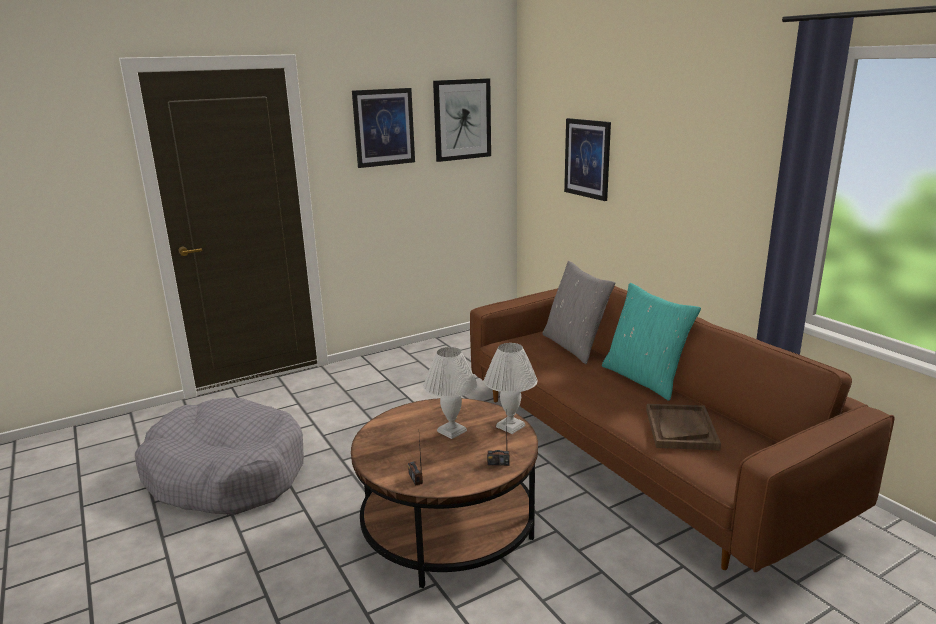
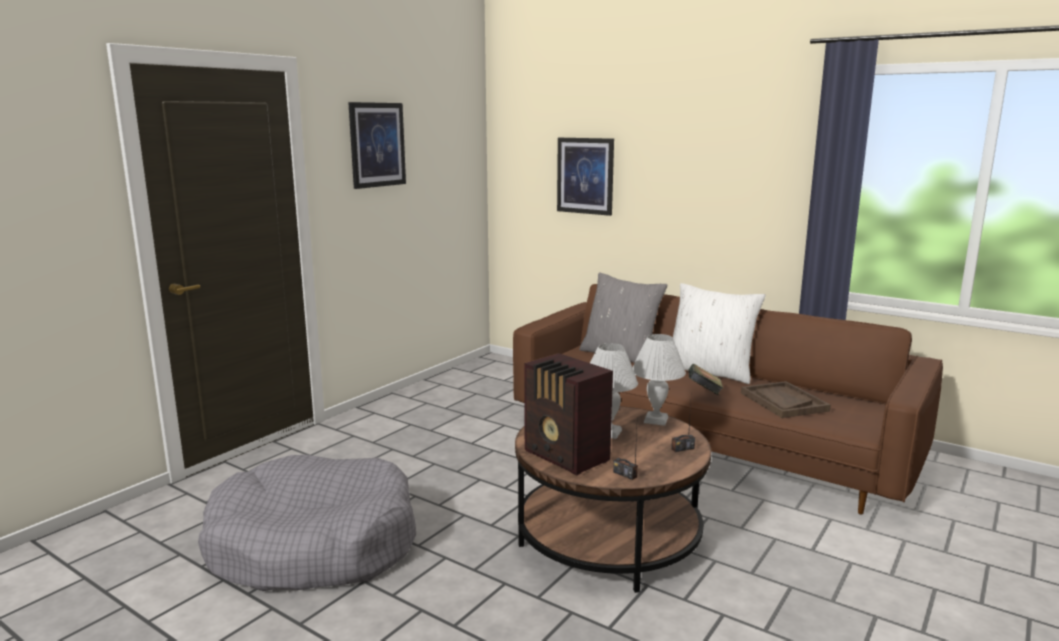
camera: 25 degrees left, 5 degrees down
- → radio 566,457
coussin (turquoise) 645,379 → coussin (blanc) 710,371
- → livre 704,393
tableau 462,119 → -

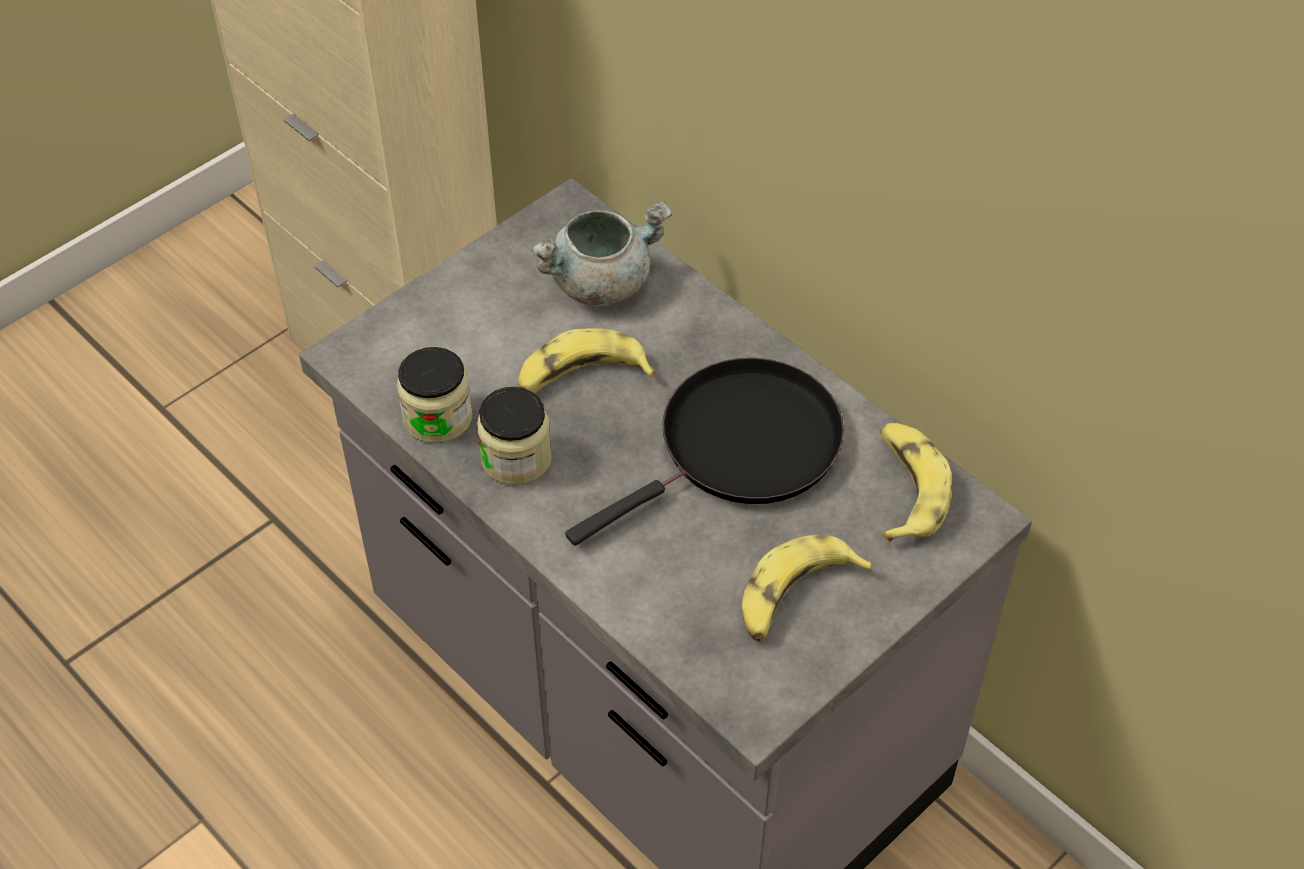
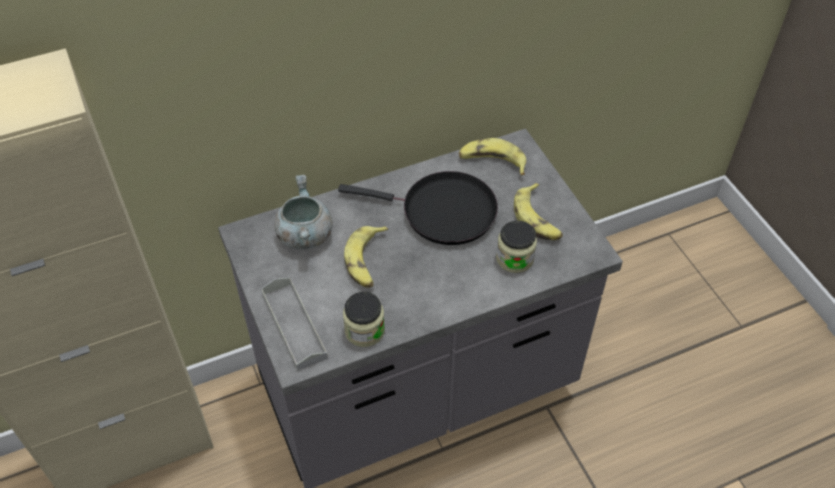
camera: 70 degrees left, 0 degrees up
- → plateau (gris) 294,325
poêle (noir) 740,448 → poêle (noir) 442,212, 120 degrees clockwise
bocal 516,458 → bocal 514,258, shifted

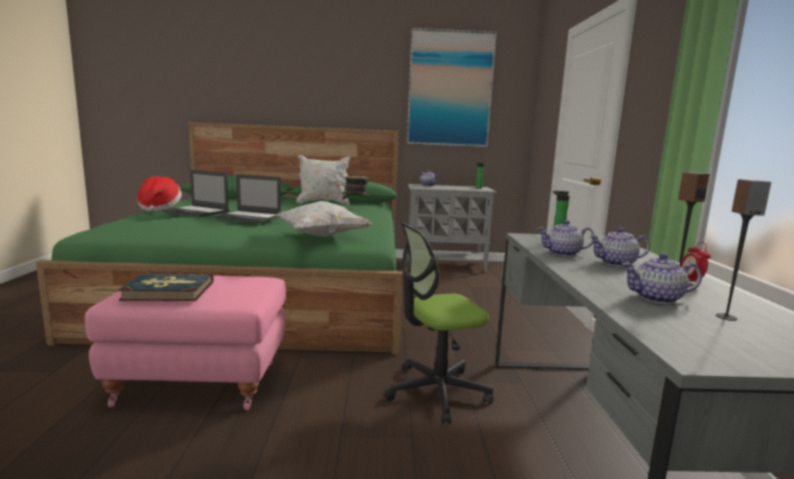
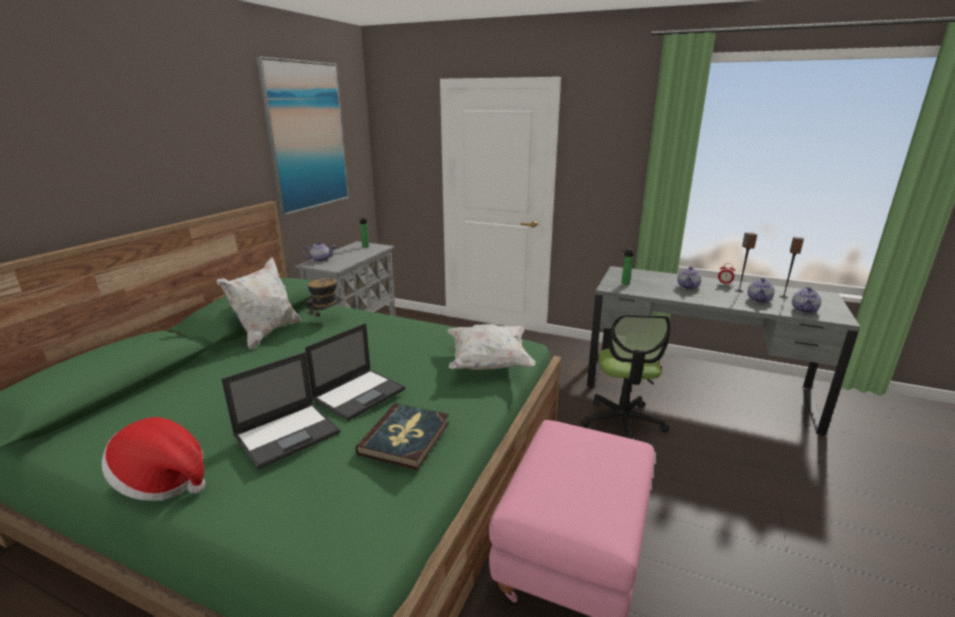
camera: 65 degrees left, 10 degrees up
livre 169,291 → livre 405,438, shifted
théière 563,253 → théière 804,310, shifted

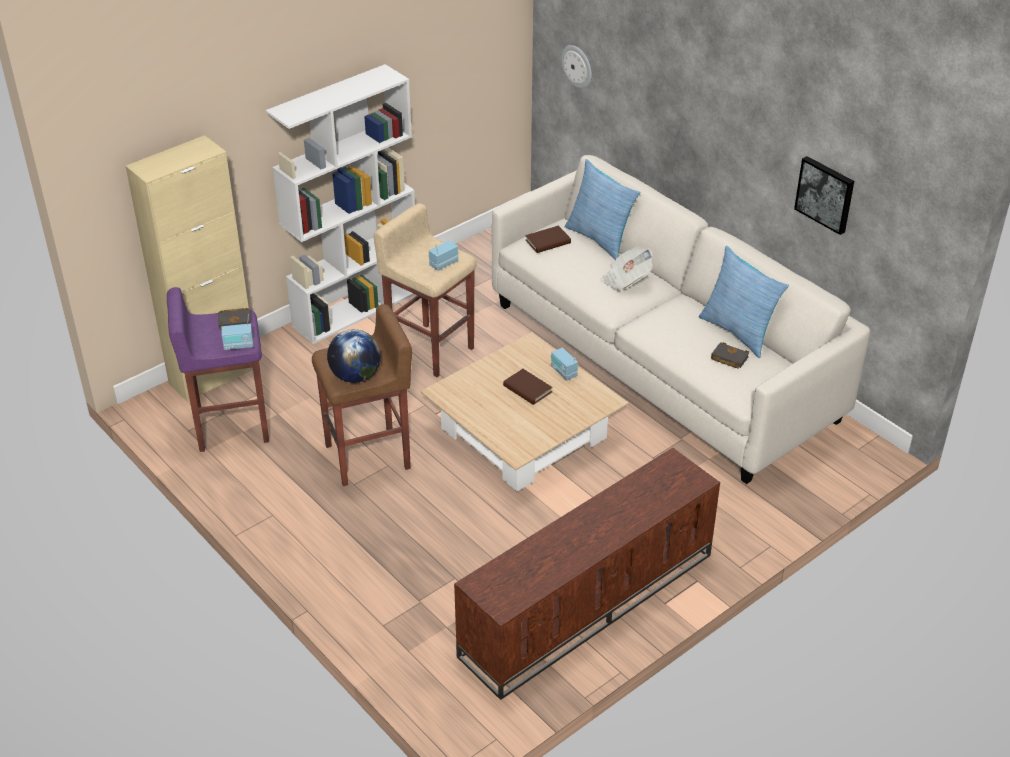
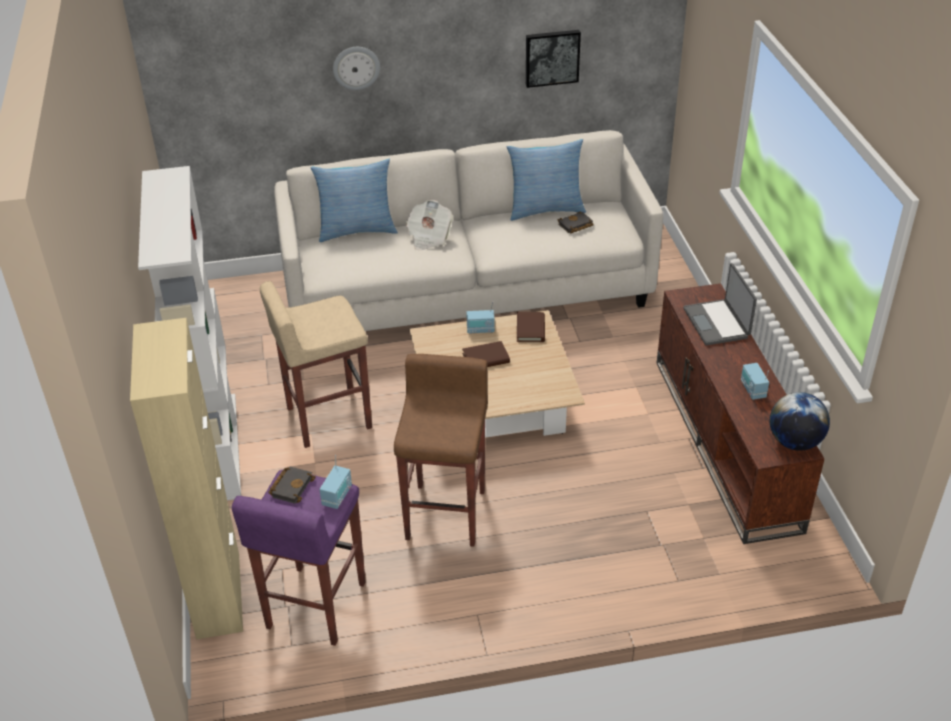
camera: 60 degrees left, 0 degrees up
horloge murale 577,66 → horloge murale 356,67, shifted
livre (marron) 548,242 → livre (marron) 530,329, shifted
- → ordinateur portable 717,323
radio 443,263 → radio 752,390, shifted
globe 355,376 → globe 794,442, shifted

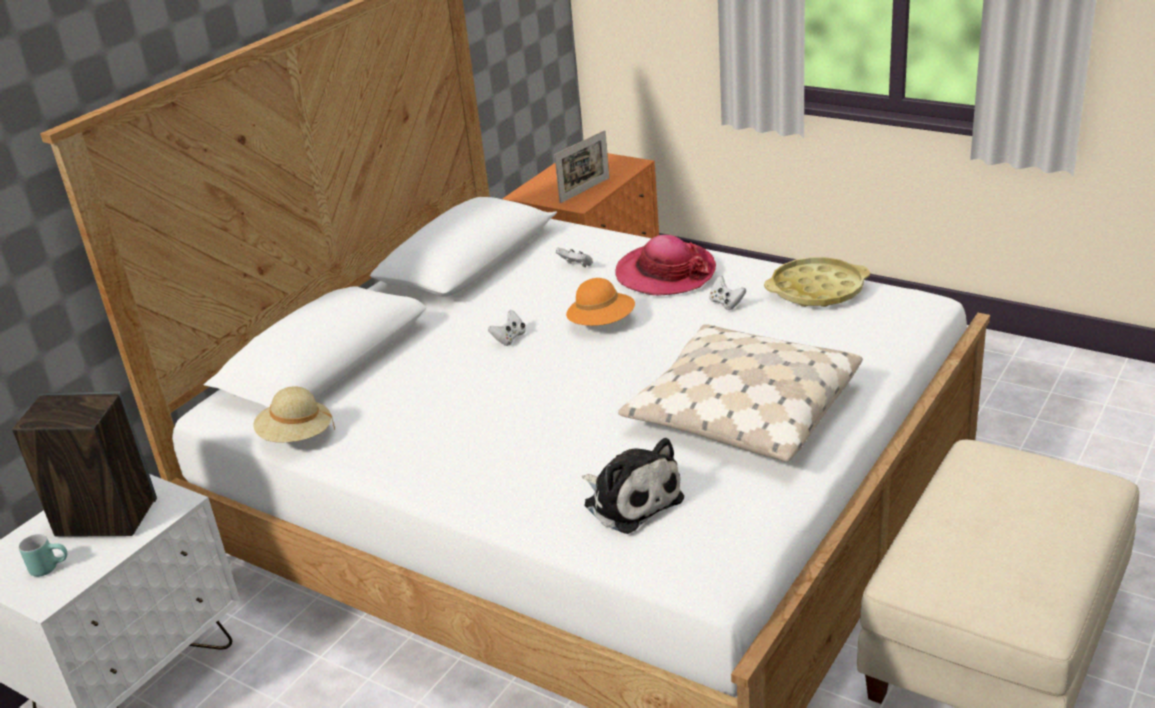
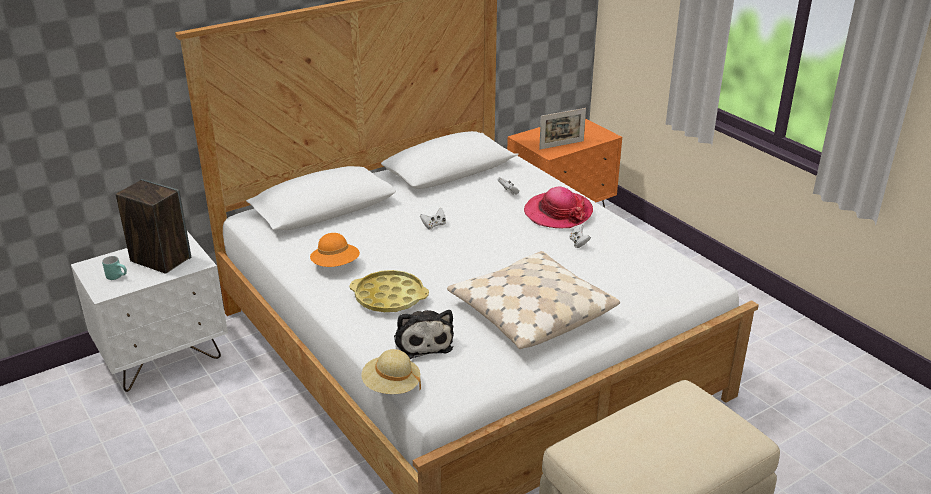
camera: 20 degrees right, 0 degrees up
chapeau (orange) 602,324 → chapeau (orange) 336,265, shifted
plateau (jaune) 817,290 → plateau (jaune) 389,297, shifted
chapeau (beige) 296,437 → chapeau (beige) 391,386, shifted

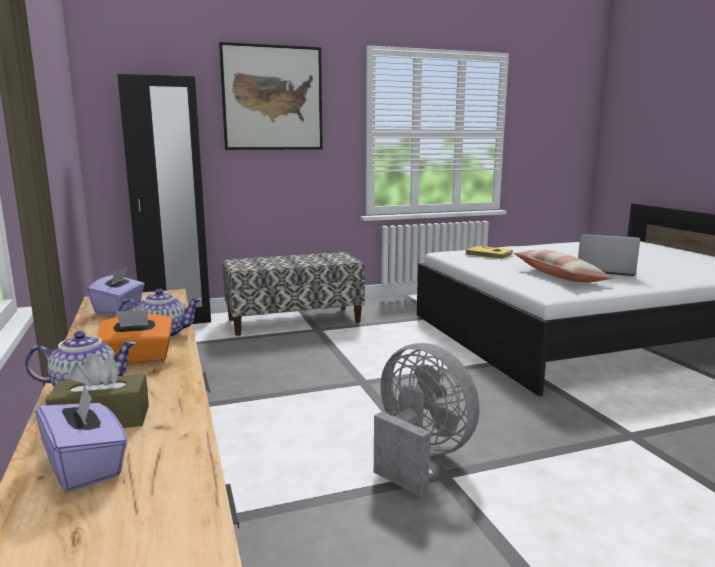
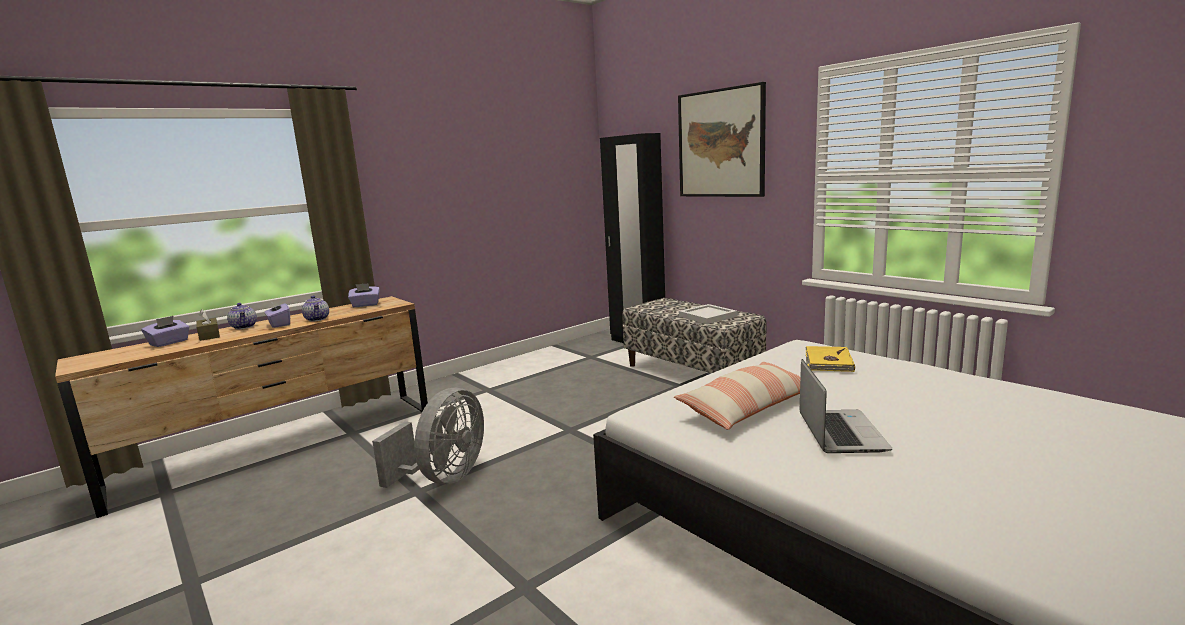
camera: 70 degrees right, 0 degrees up
boîte à mouchoirs (orange) 137,359 → boîte à mouchoirs (violet) 279,324
- → plateau (blanc) 706,316

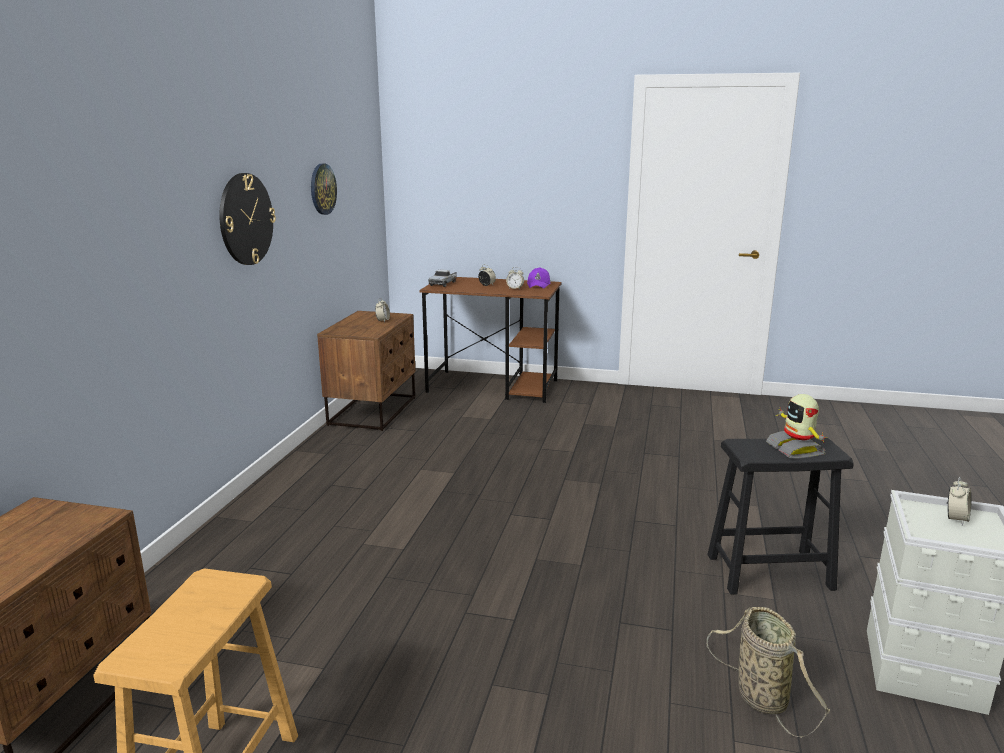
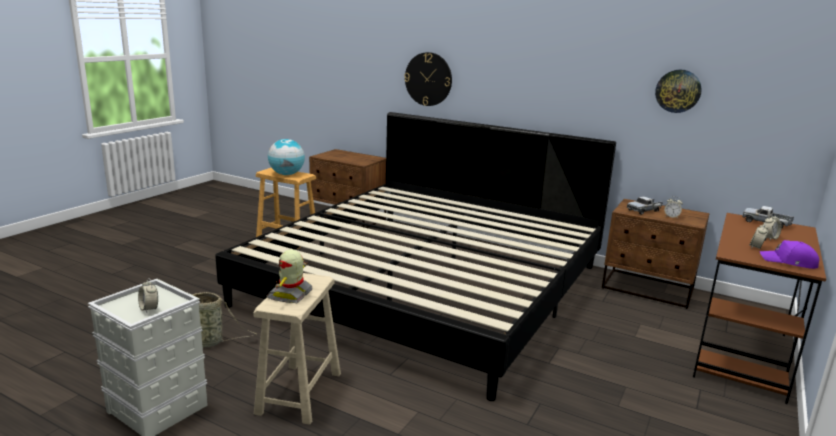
camera: 105 degrees right, 0 degrees up
- → lit 427,284
tabouret (noir) 769,572 → tabouret (beige) 300,393
robot jouet 796,449 → robot jouet 291,295, 75 degrees counterclockwise
- → globe 286,174
horloge murale 246,219 → horloge murale 428,79, shifted
- → camion jouet 644,210

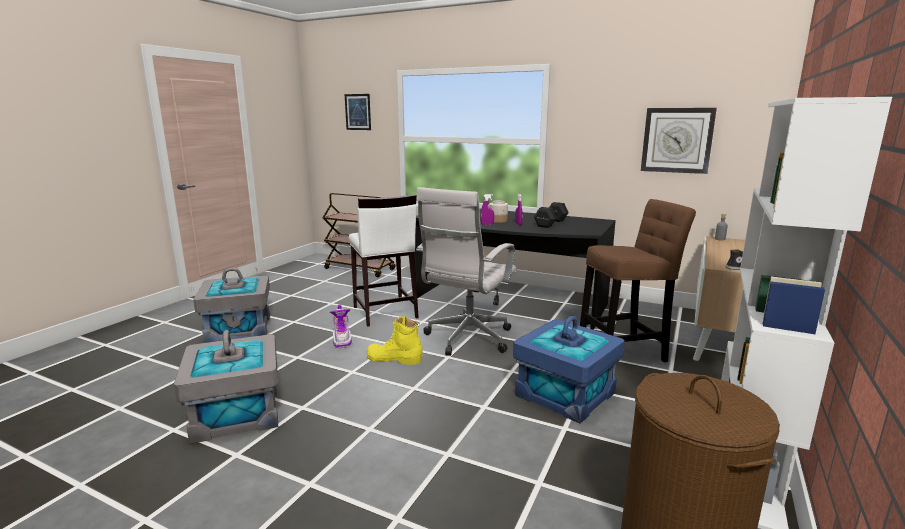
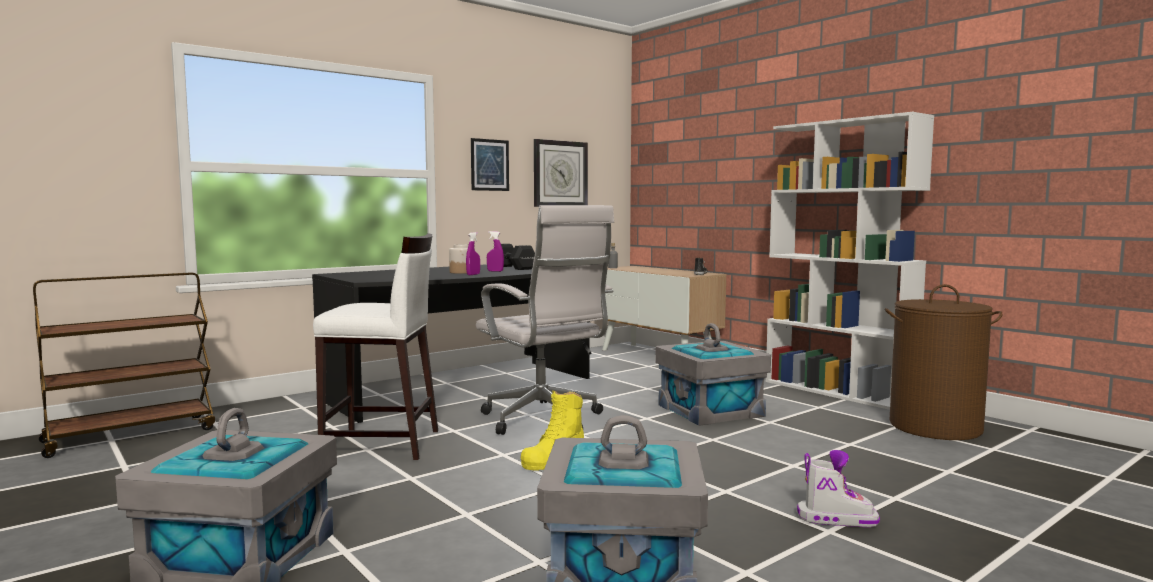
camera: 65 degrees left, 10 degrees down
tableau 358,112 → tableau 489,165, shifted
boîte de rangement (bleu) 565,394 → boîte de rangement (gris) 711,410
botte 342,340 → botte 836,519, shifted
tabouret (marron) 625,353 → -

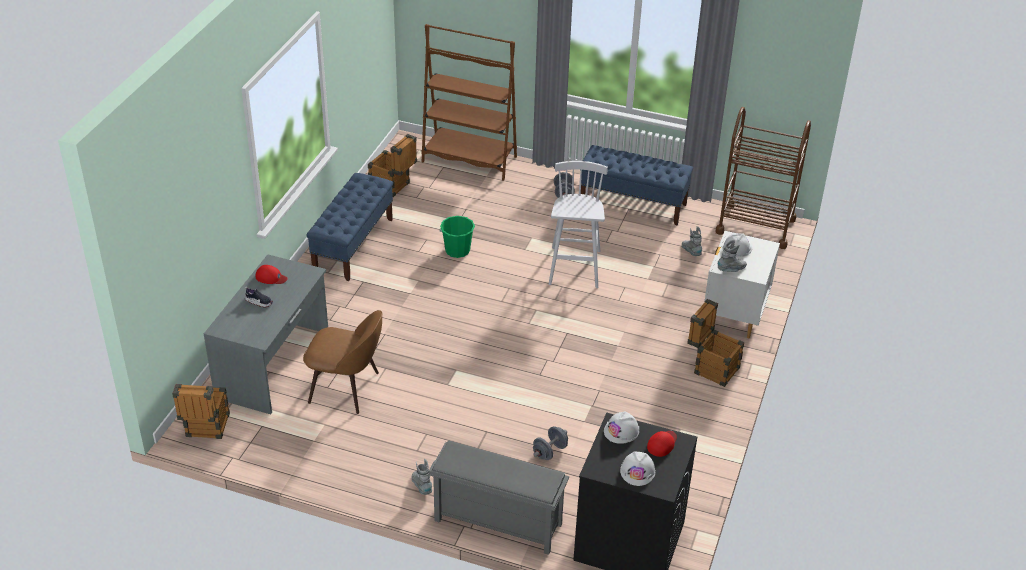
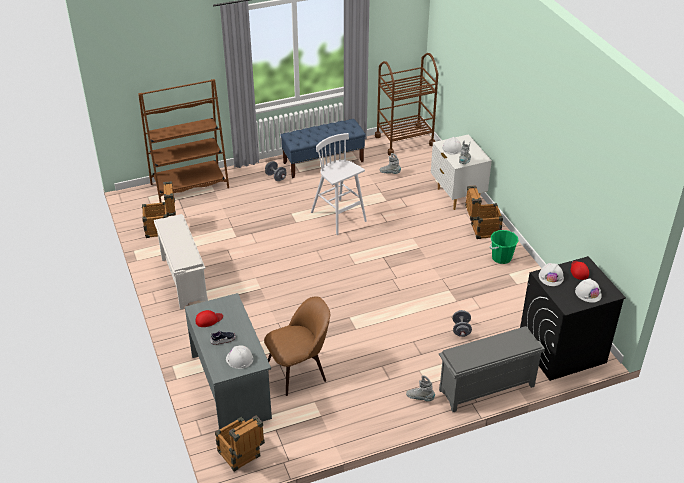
camera: 40 degrees left, 0 degrees up
banc (bleu) 353,244 → étagère à chaussures (blanc) 183,279
- → casque de chantier (blanc) 239,359
seau (vert) 457,250 → seau (vert) 501,258, shifted

